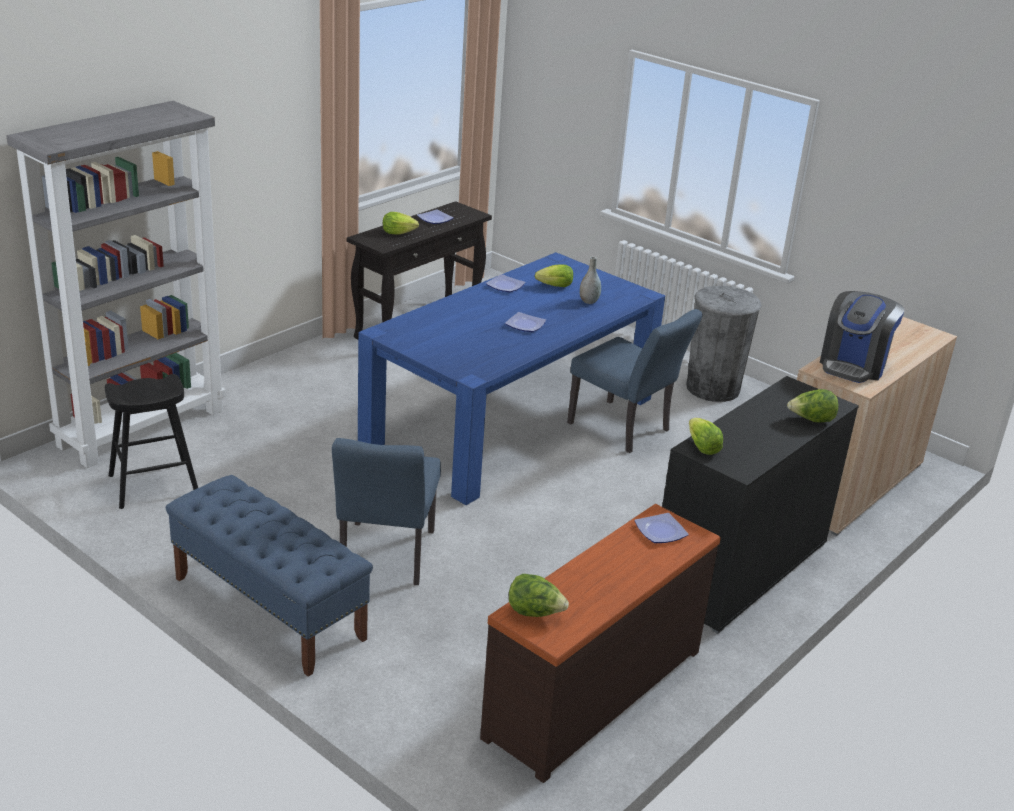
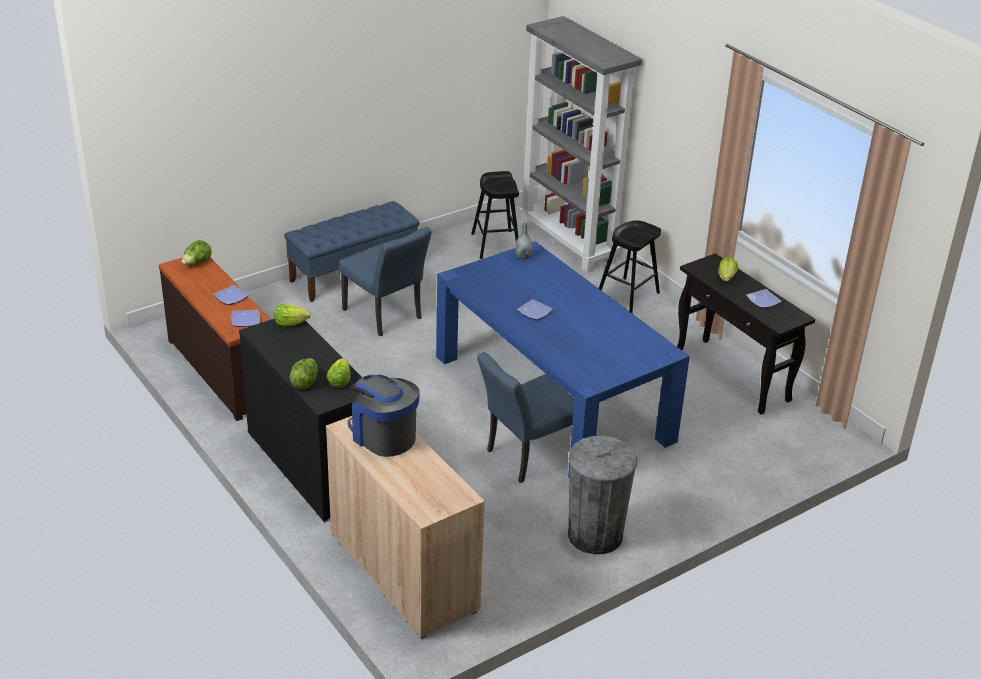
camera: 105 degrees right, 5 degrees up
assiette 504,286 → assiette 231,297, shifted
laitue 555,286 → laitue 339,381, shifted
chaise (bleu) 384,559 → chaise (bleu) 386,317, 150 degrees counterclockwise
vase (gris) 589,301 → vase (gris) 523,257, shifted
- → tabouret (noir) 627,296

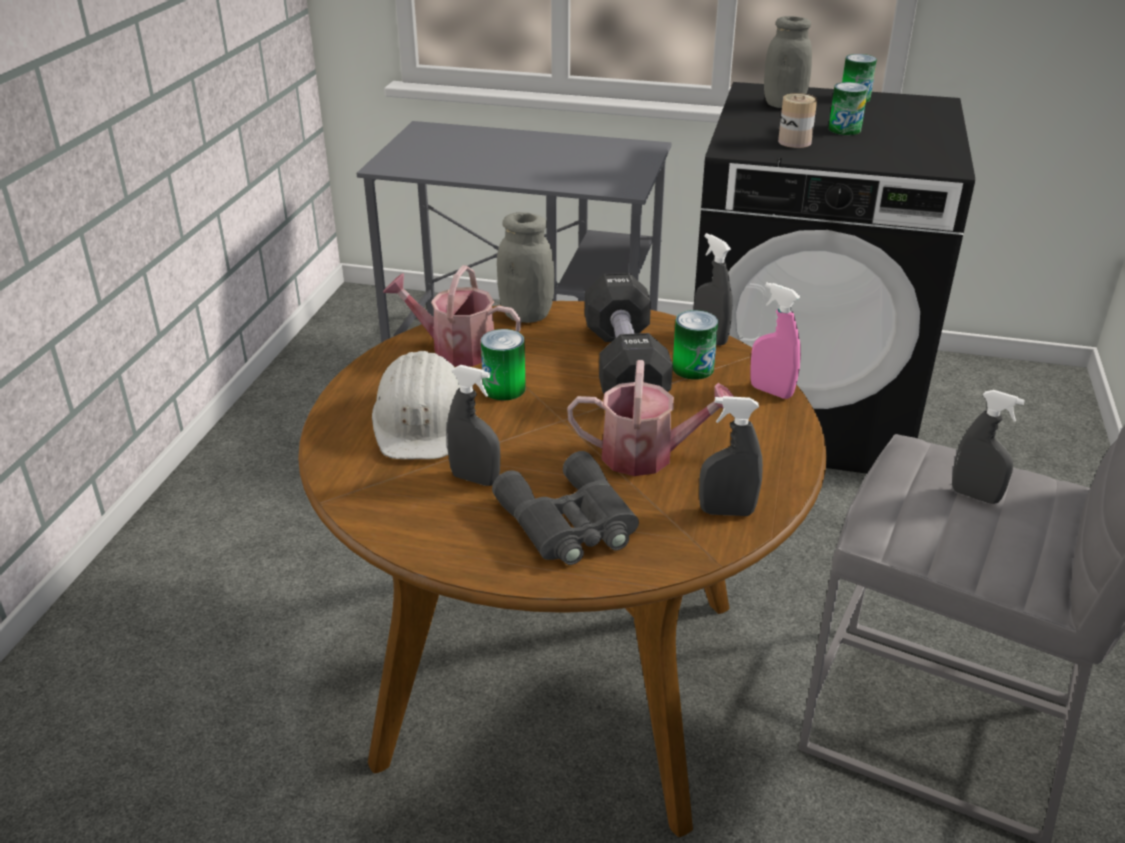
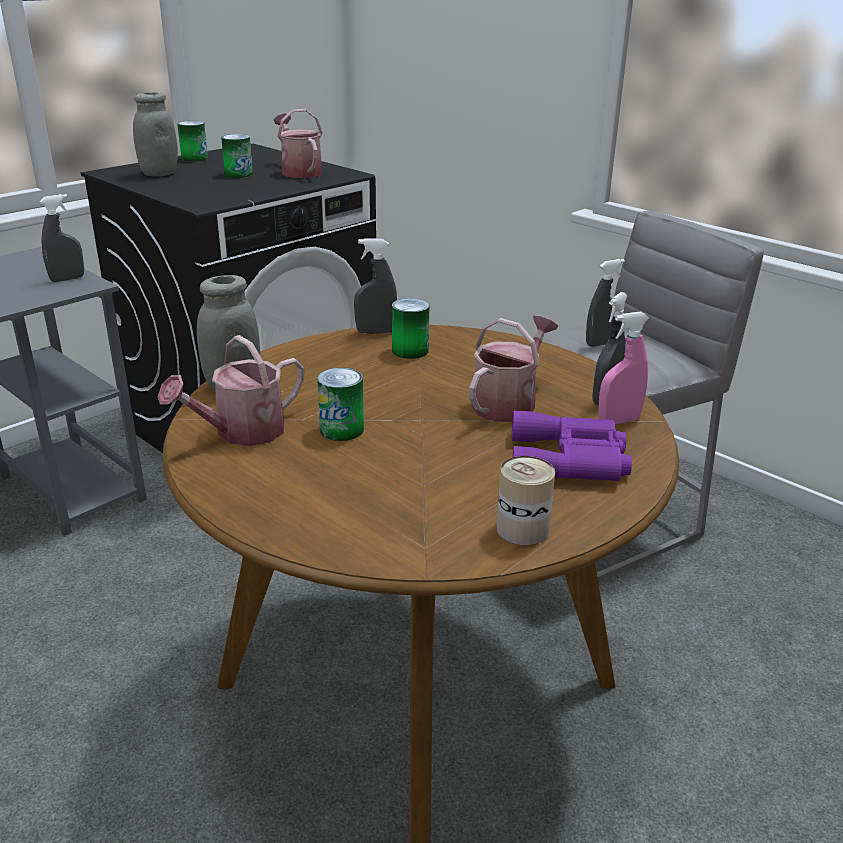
camera: 60 degrees left, 5 degrees down
vaporisateur (gris) 475,479 → vaporisateur (gris) 67,279, shifted
- → arrosoir 299,171
boîte métallique 794,142 → boîte métallique 522,529, shifted
jumelles (gris) 569,523 → jumelles (violet) 571,460
vaporisateur (rose) 771,391 → vaporisateur (rose) 618,421, shifted
casque de chantier (blanc) 422,420 → -
haltère (noir) 624,365 → -

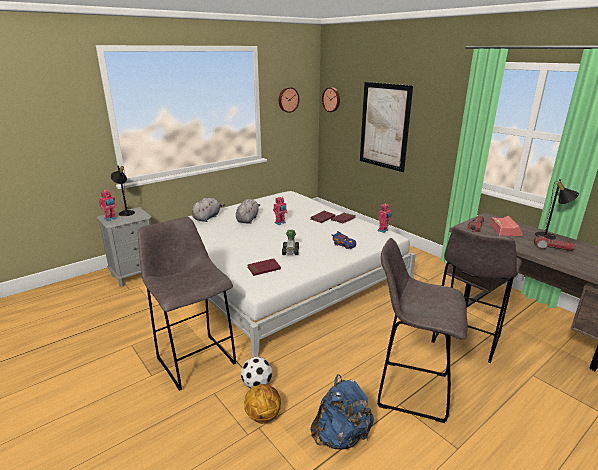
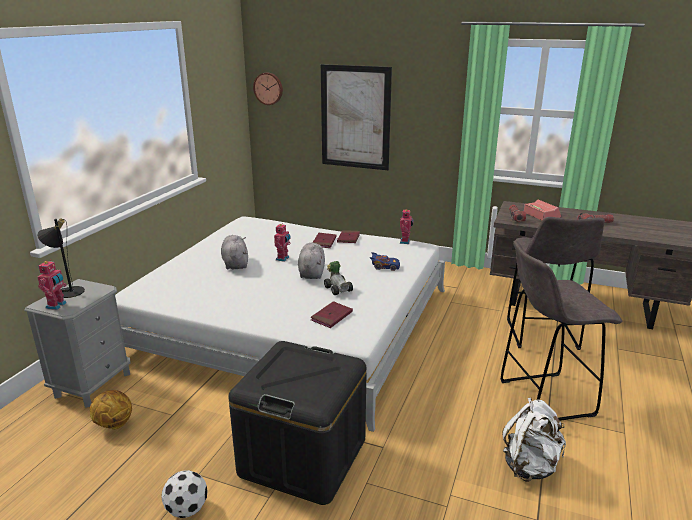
camera: 30 degrees left, 0 degrees up
ballon de basket 263,415 → ballon de basket 114,424, shifted
ballon de foot 257,384 → ballon de foot 187,509, shifted
tabouret (gris) 195,359 → boîte de rangement (noir) 303,456
peluche (gris) 207,217 → peluche (gris) 311,272, shifted
sac à dos (bleu) 341,436 → sac à dos (blanc) 530,466
horloge murale 288,99 → -
lampe de table (noir) 549,236 → -

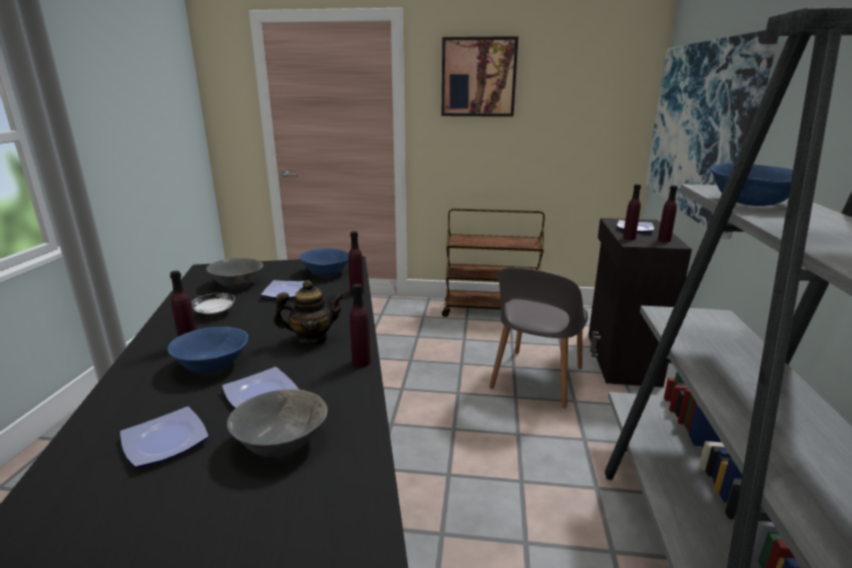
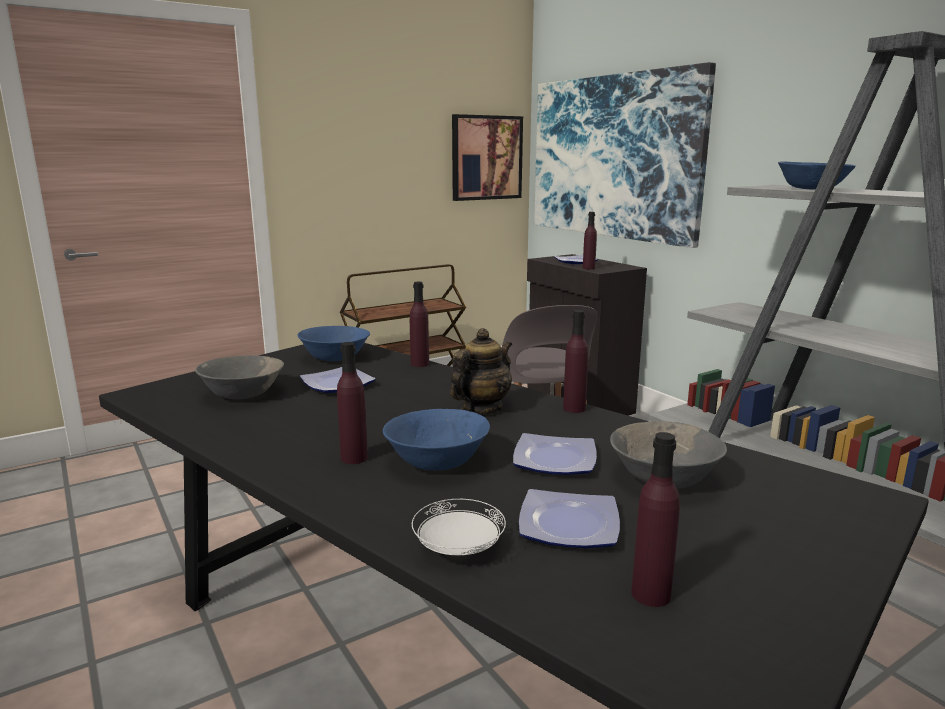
camera: 40 degrees left, 5 degrees down
assiette (blanc) 215,313 → assiette (blanc) 458,549, shifted
tableau 478,77 → tableau 486,158, shifted
bouteille (violet) 664,240 → bouteille (violet) 651,594, shifted

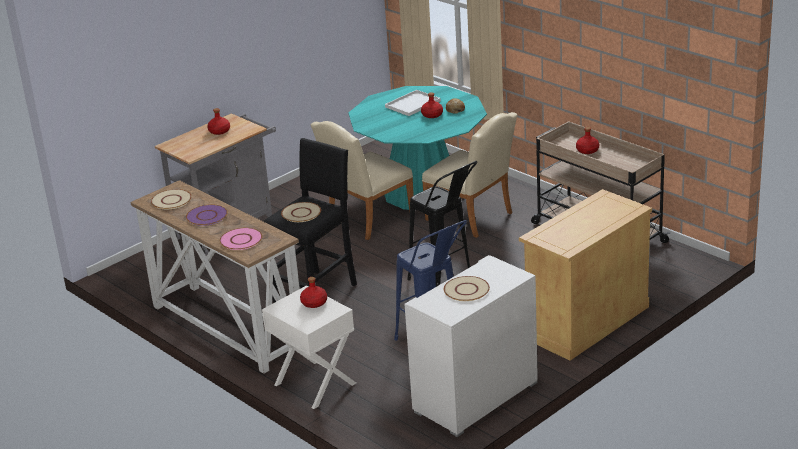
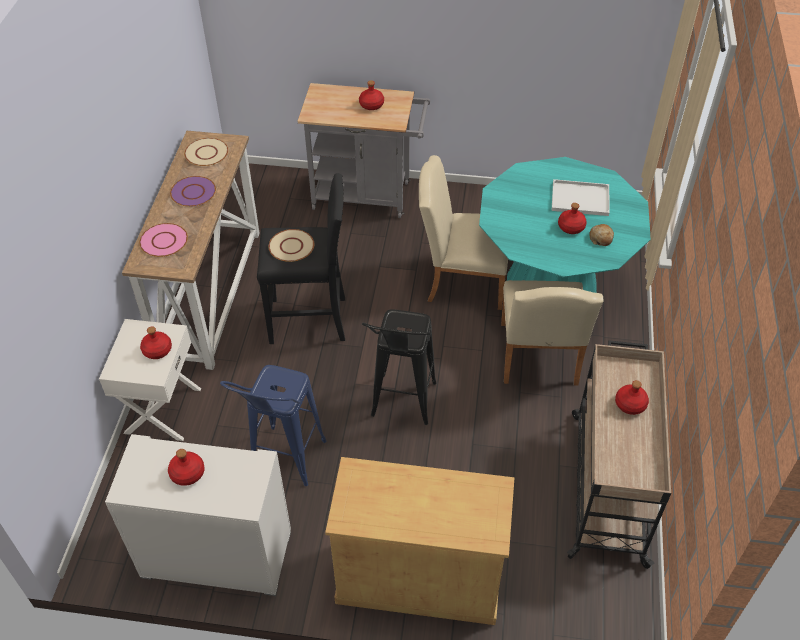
camera: 50 degrees right, 20 degrees up
assiette (beige) 466,289 → bouteille (rouge) 188,473

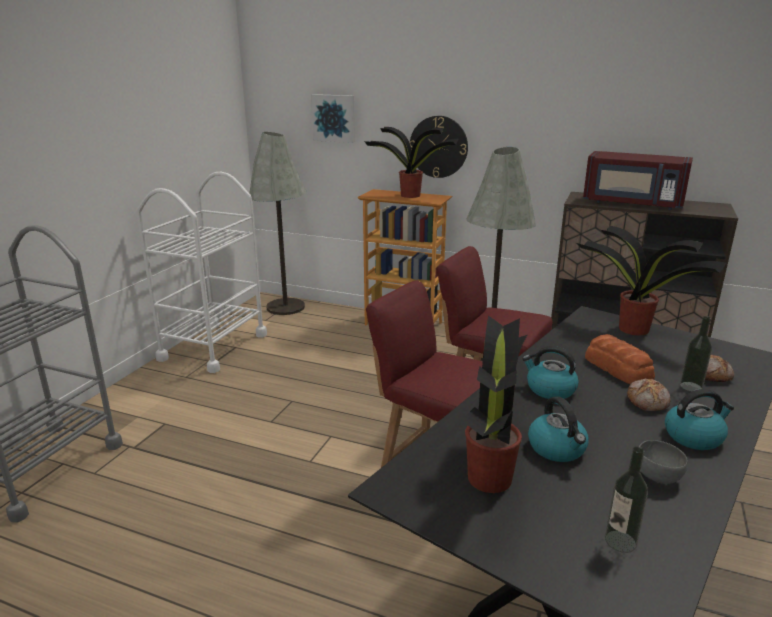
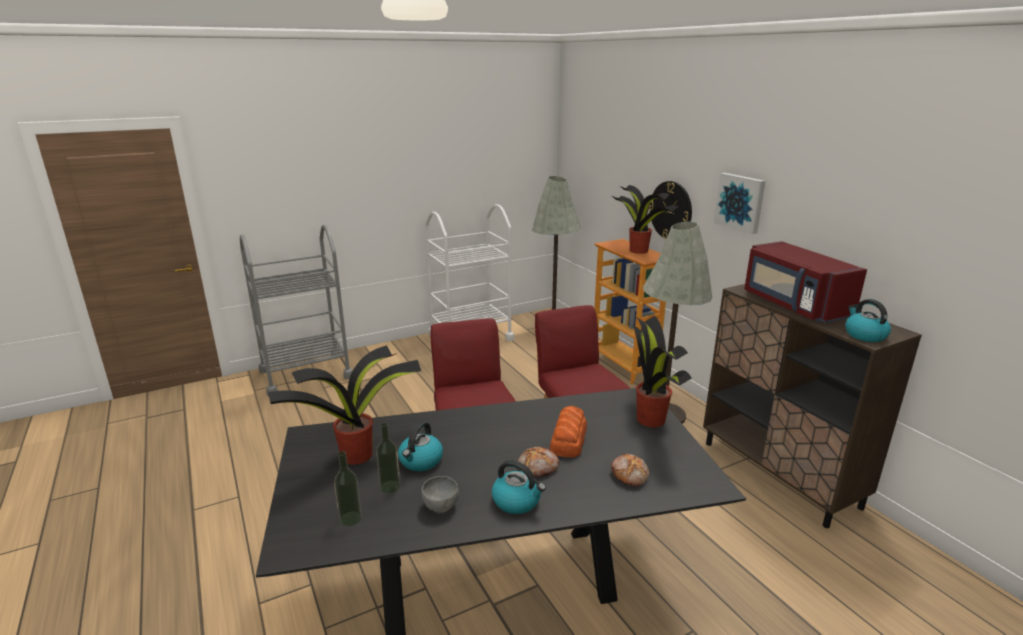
camera: 40 degrees right, 0 degrees up
bouteille 691,387 → bouteille 390,486, shifted
tableau 334,118 → tableau 740,202, shifted
bouilloire 549,389 → bouilloire 864,335, shifted

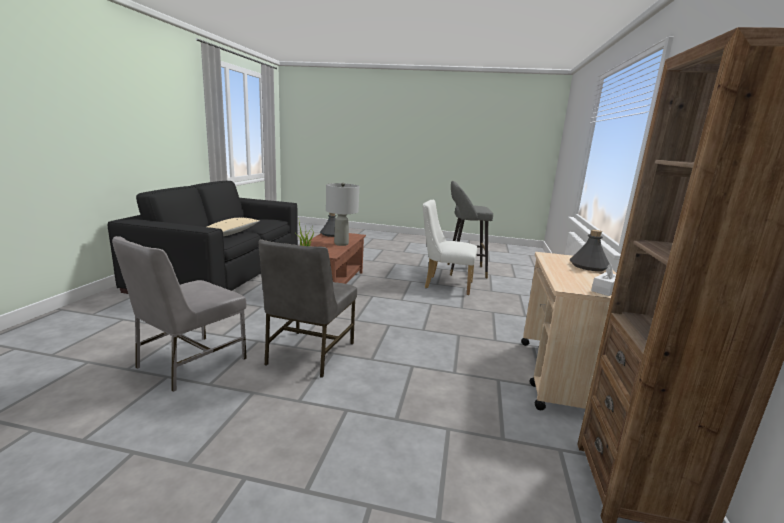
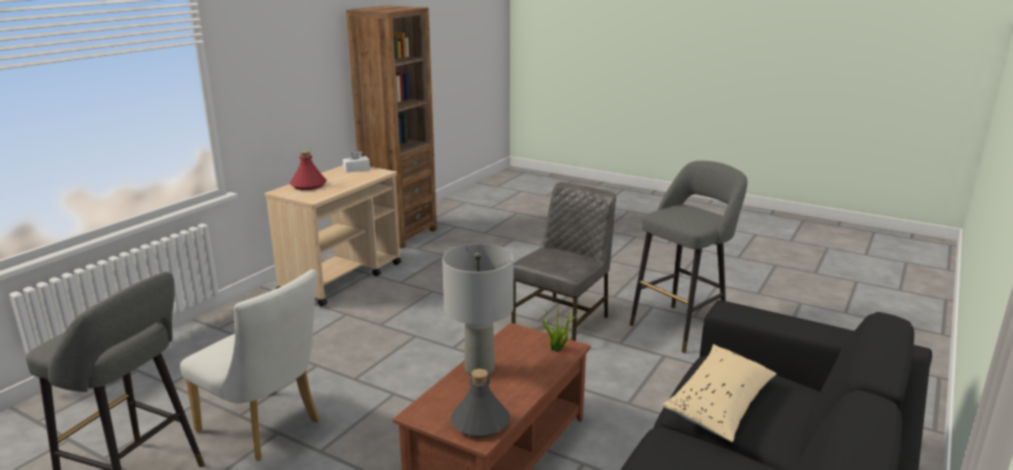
camera: 160 degrees left, 5 degrees up
bouteille (gris) 589,266 → bouteille (rouge) 308,185
chaise (gris) 189,363 → tabouret (gris) 681,326

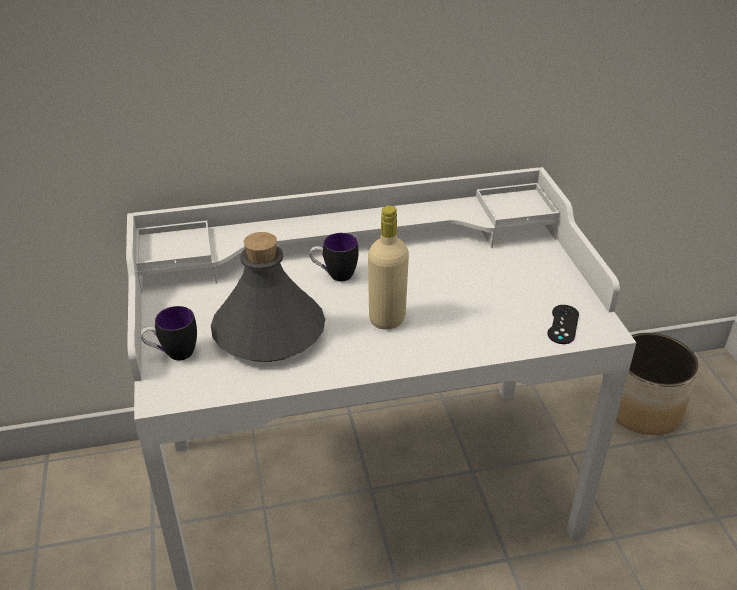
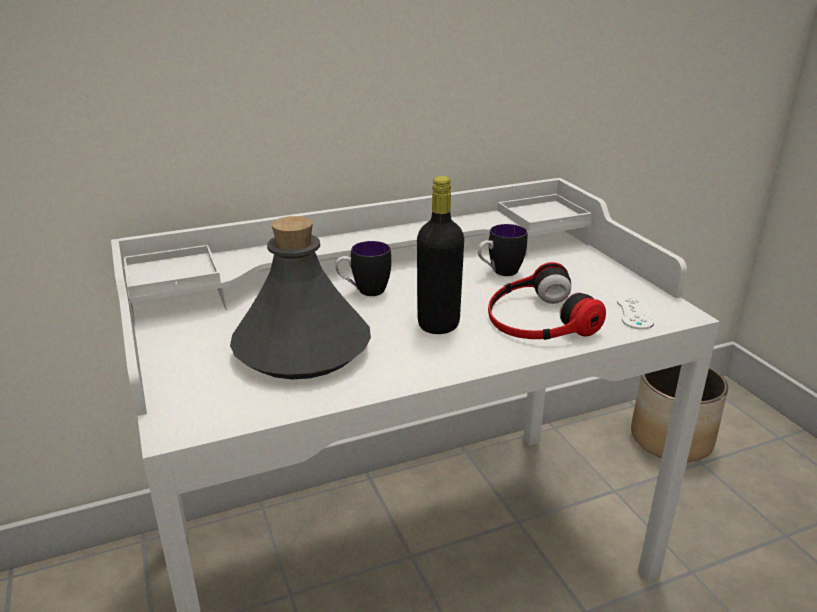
camera: 10 degrees left, 10 degrees down
bouteille (beige) 387,319 → bouteille (noir) 438,324
mug 173,354 → mug 499,273, shifted
- → casque audio 538,318
manette (noir) 563,324 → manette (blanc) 634,312

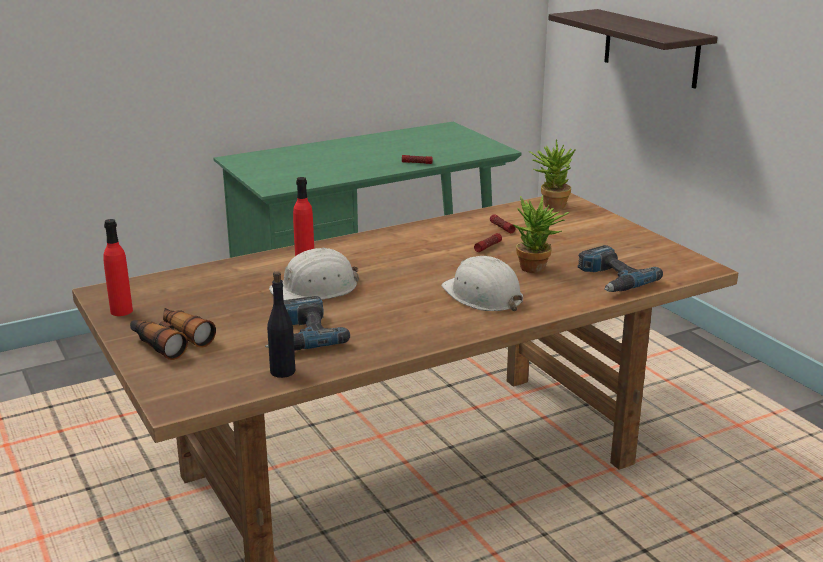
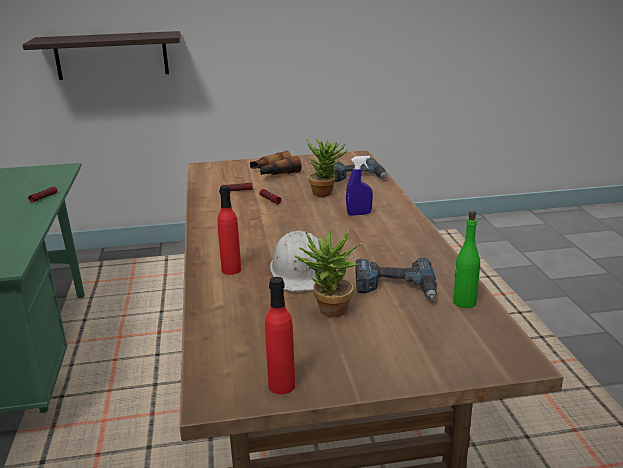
camera: 70 degrees left, 0 degrees up
jumelles 170,341 → jumelles 274,172, shifted
plante en pot 550,205 → plante en pot 329,312, shifted
casque de chantier (blanc) 482,295 → vaporisateur (bleu) 359,214
bouteille (noir) 282,371 → bouteille (vert) 464,302

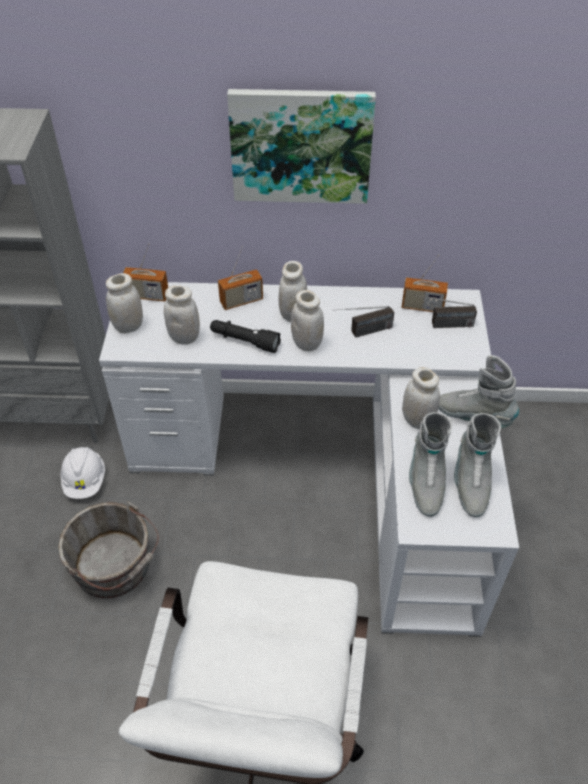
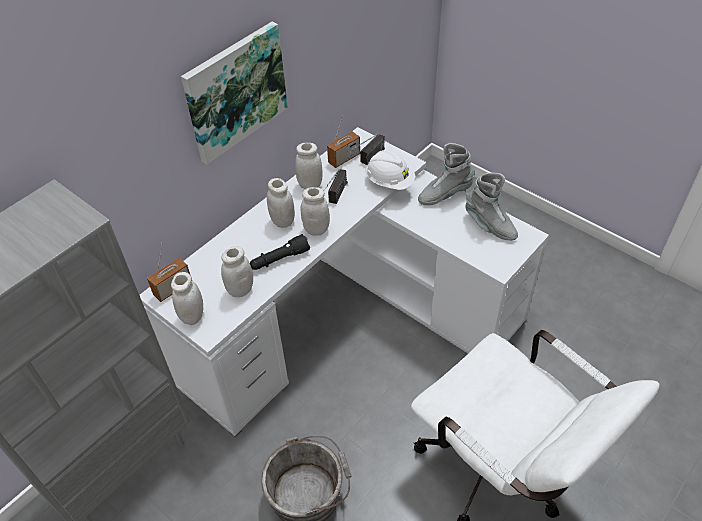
camera: 50 degrees left, 0 degrees up
bocal (blanc) 417,420 → bocal (blanc) 310,185, shifted
casque de chantier (blanc) 85,481 → casque de chantier (blanc) 389,182, shifted
radio 241,301 → -
botte (gris) 425,481 → -

